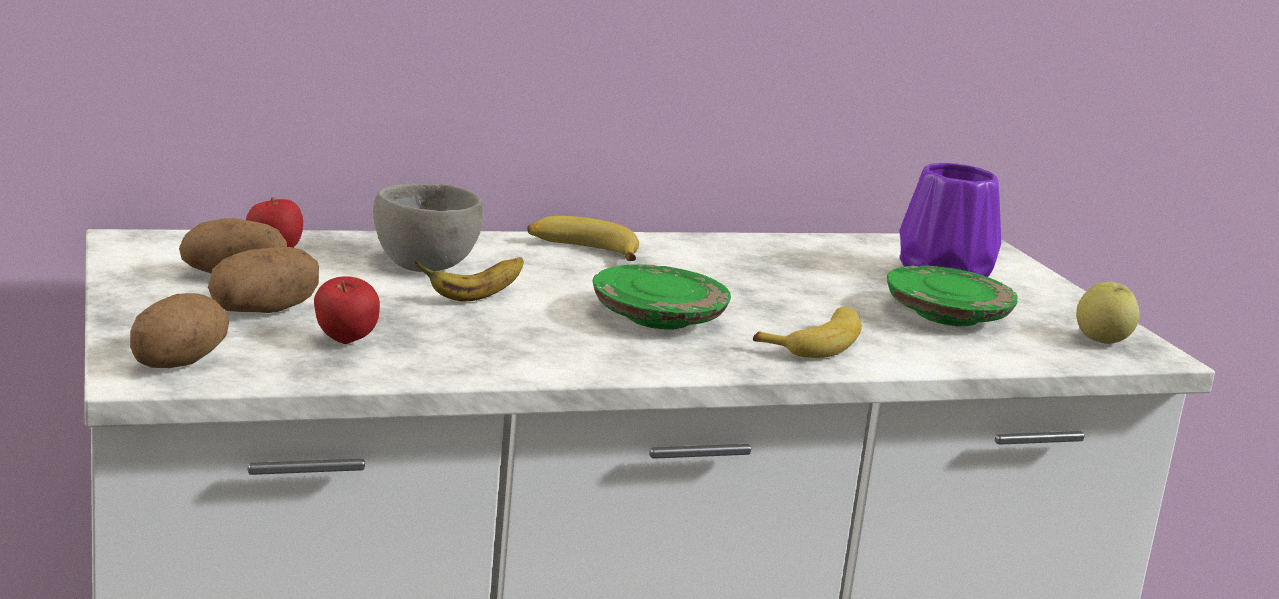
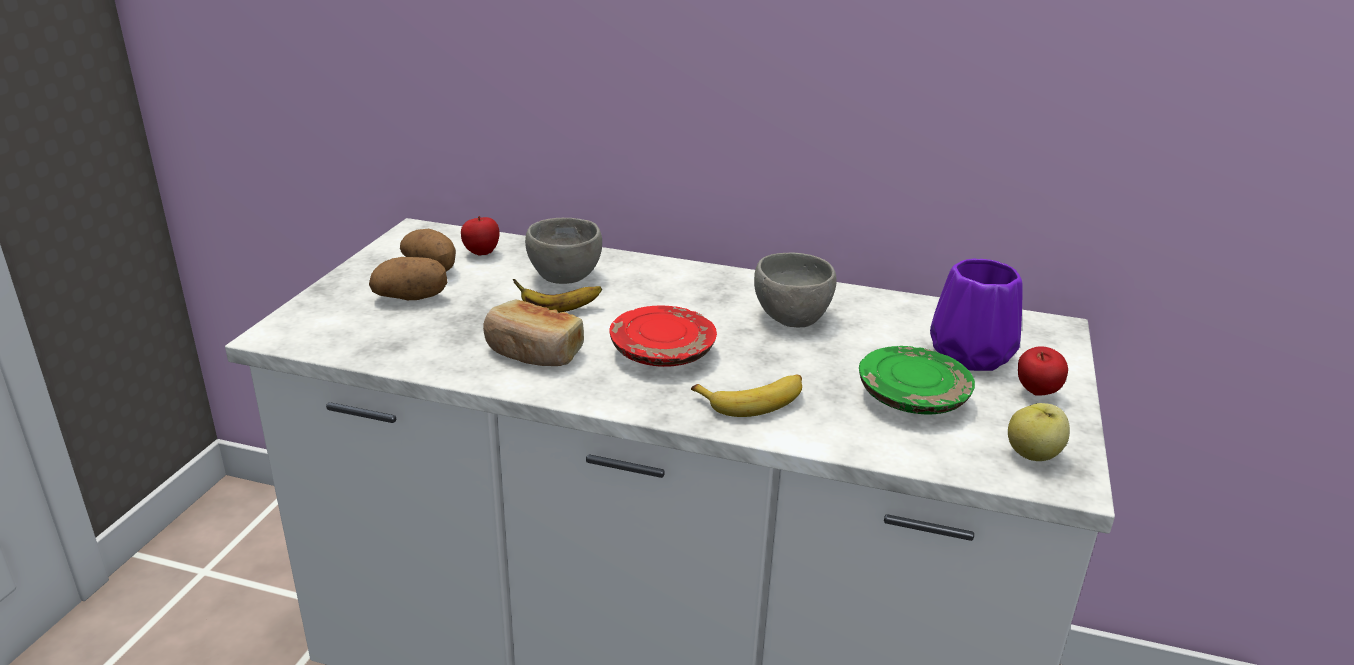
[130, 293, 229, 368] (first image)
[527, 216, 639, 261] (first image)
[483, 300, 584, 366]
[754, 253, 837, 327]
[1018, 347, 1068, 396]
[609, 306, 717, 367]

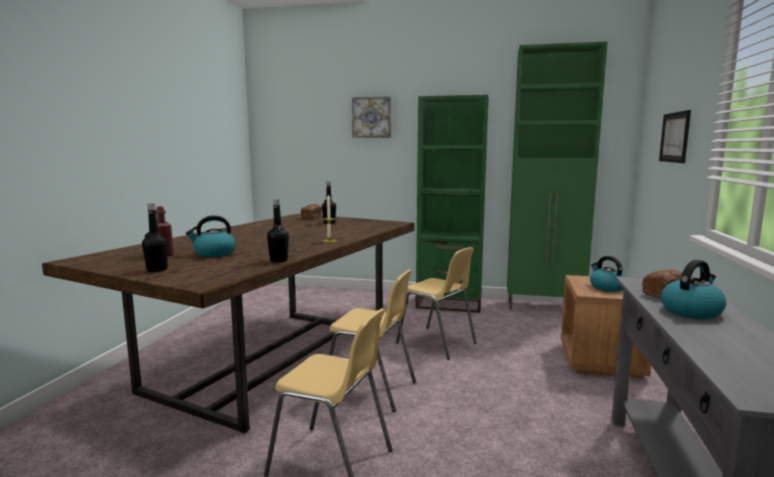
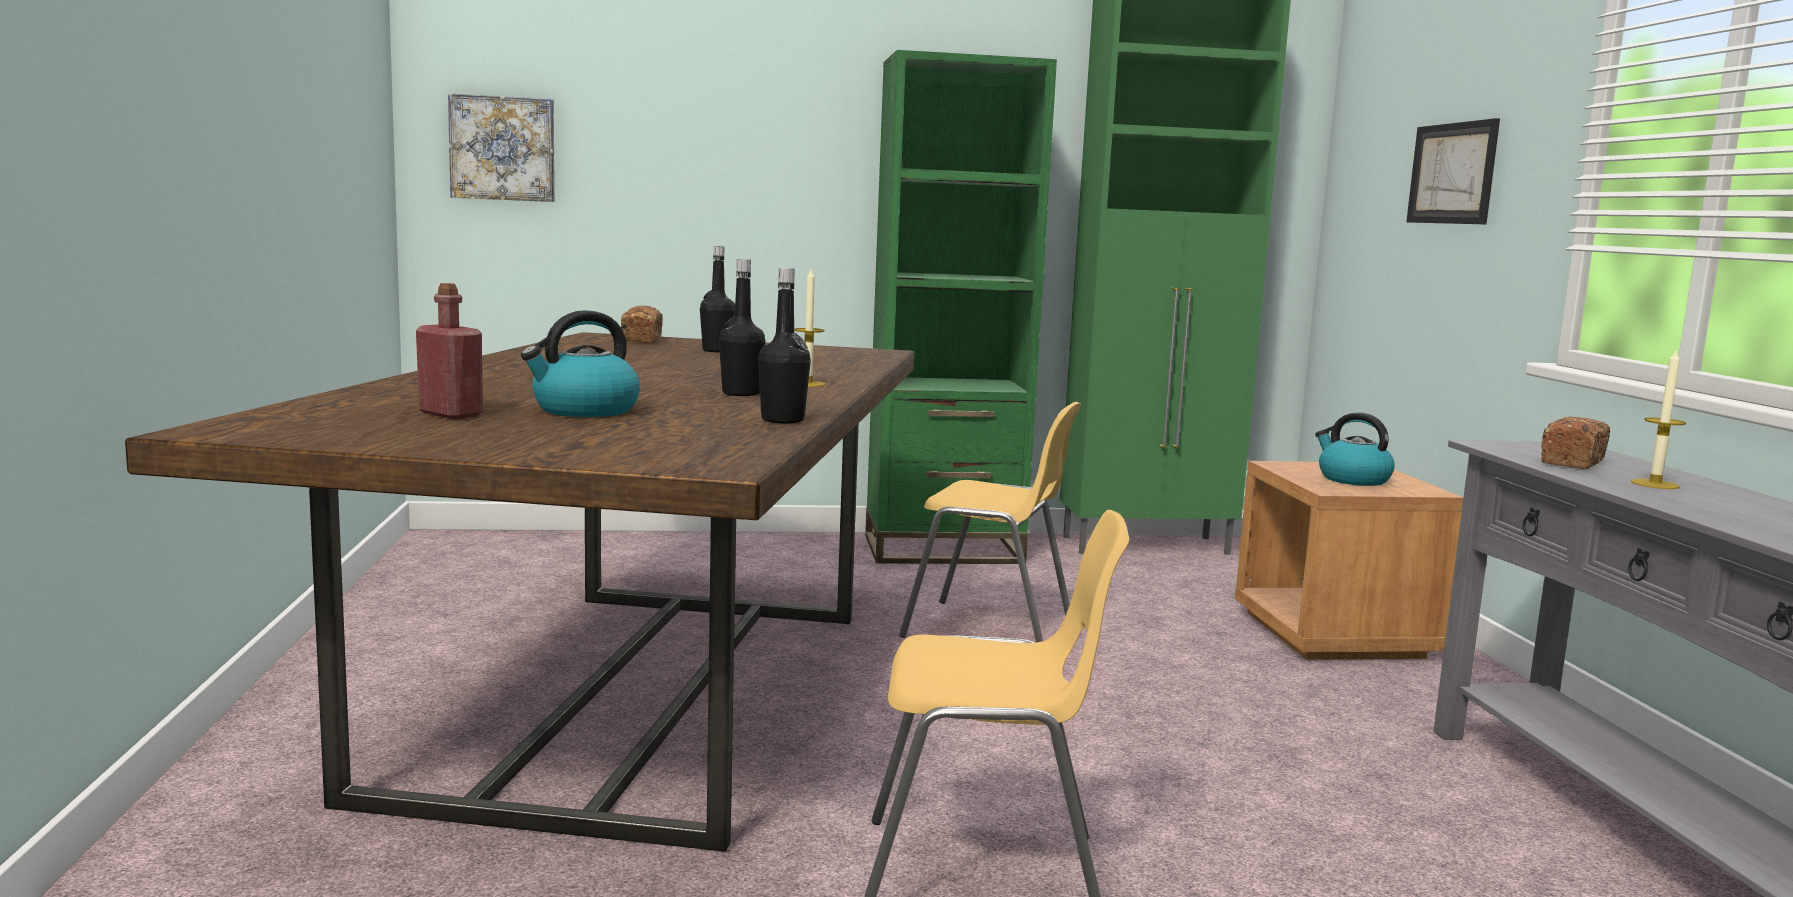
[329, 269, 416, 412] (first image)
[719, 259, 766, 396]
[448, 93, 555, 202]
[1631, 348, 1686, 489]

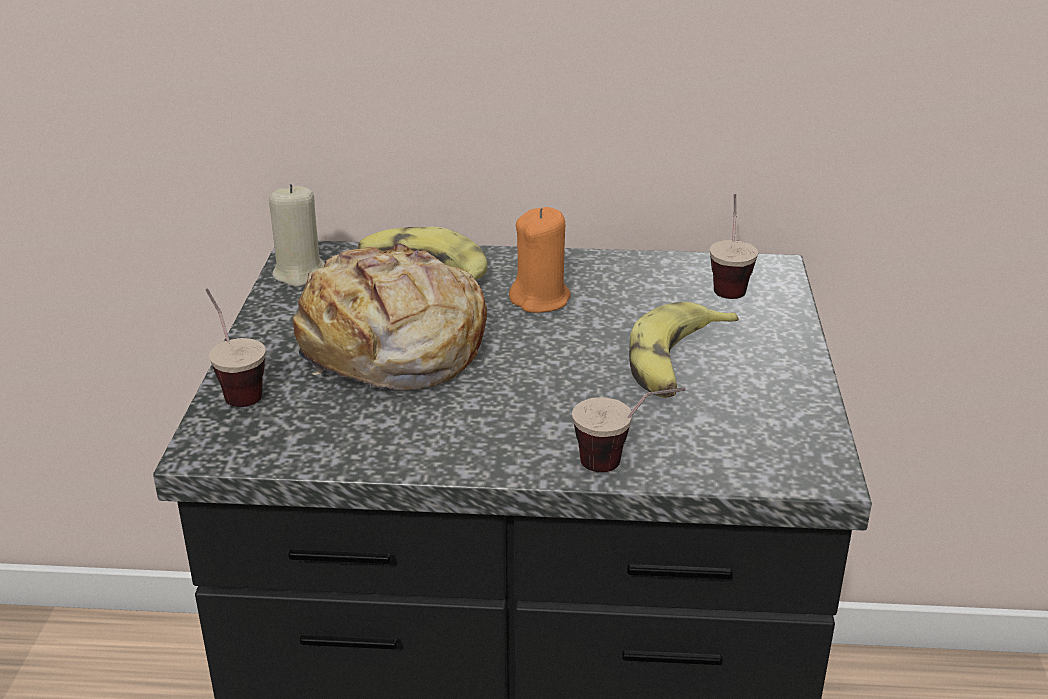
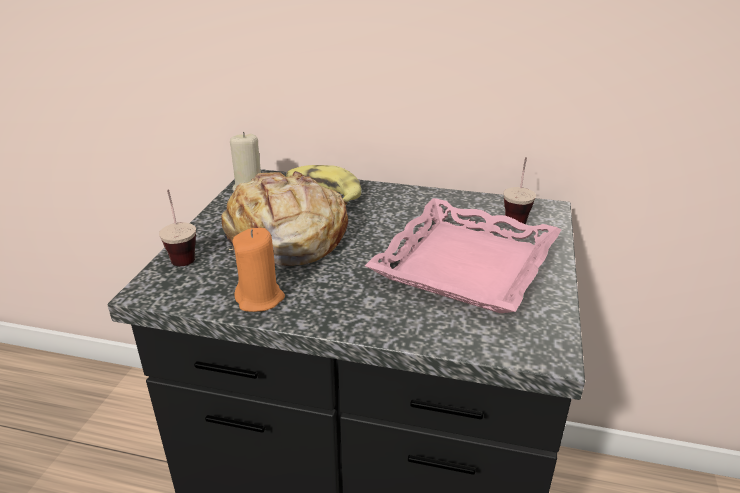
[572, 387, 685, 472] (first image)
[233, 228, 285, 312]
[365, 198, 562, 313]

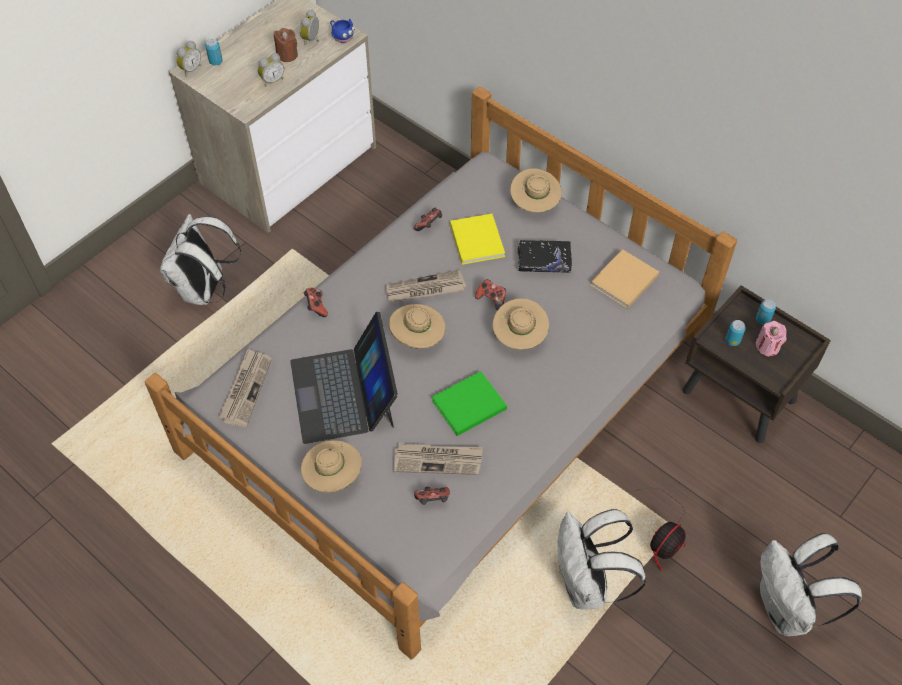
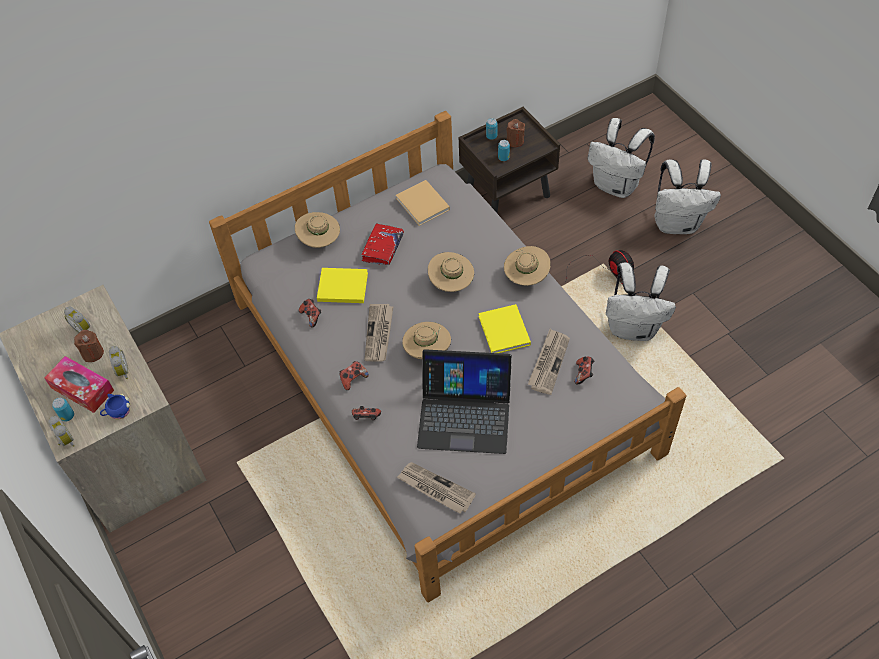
[45, 356, 114, 413]
[588, 118, 655, 198]
[504, 246, 551, 286]
[100, 394, 130, 419]
[339, 361, 369, 390]
[478, 304, 531, 353]
[361, 223, 404, 265]
[506, 119, 525, 147]

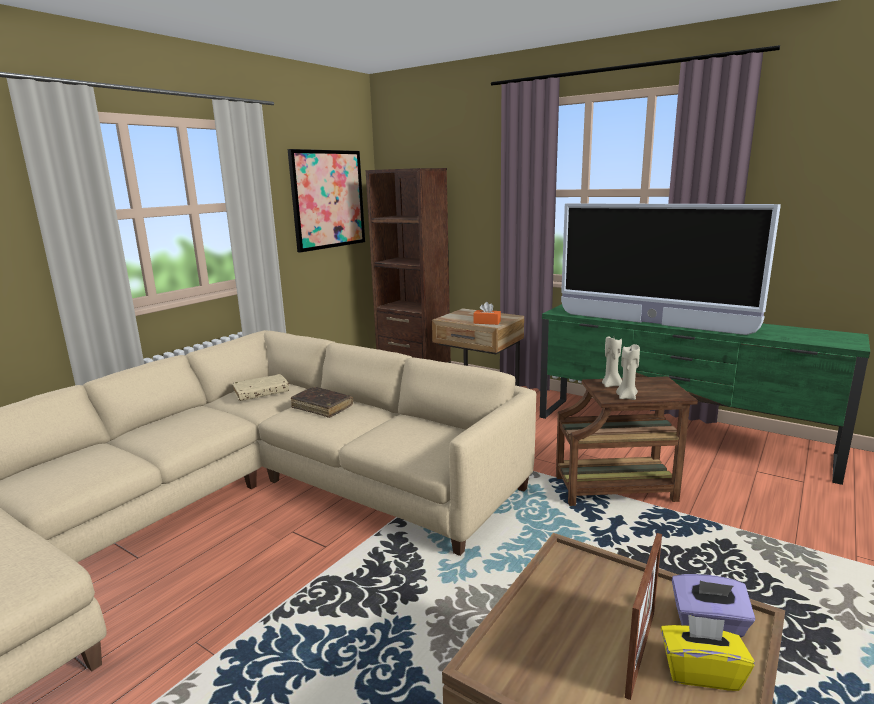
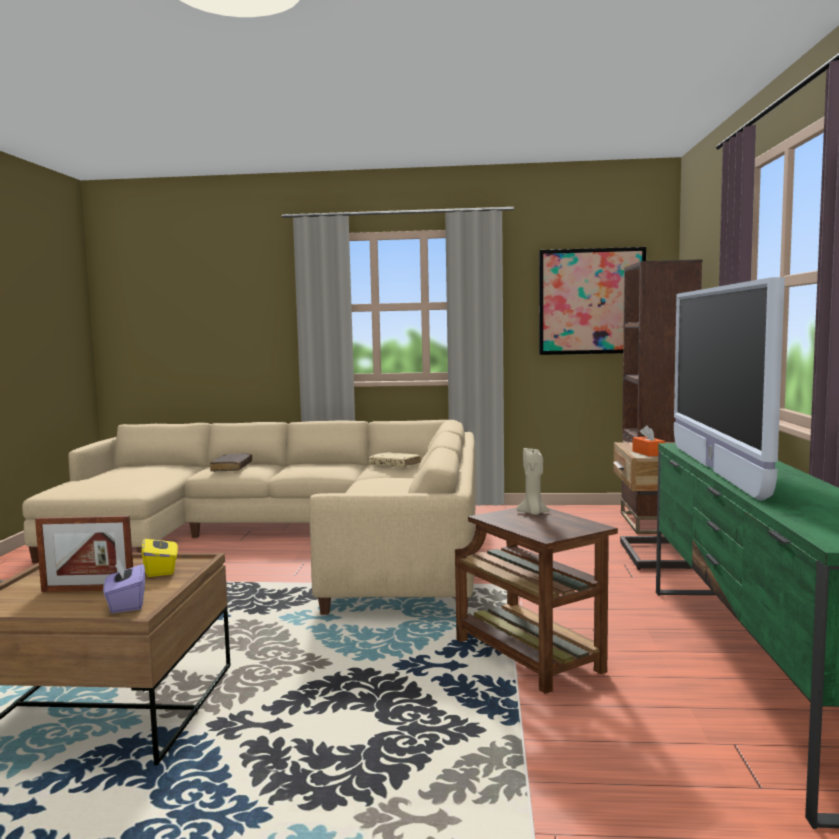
[616, 344, 640, 400] (first image)
[210, 453, 252, 472]
[142, 528, 178, 577]

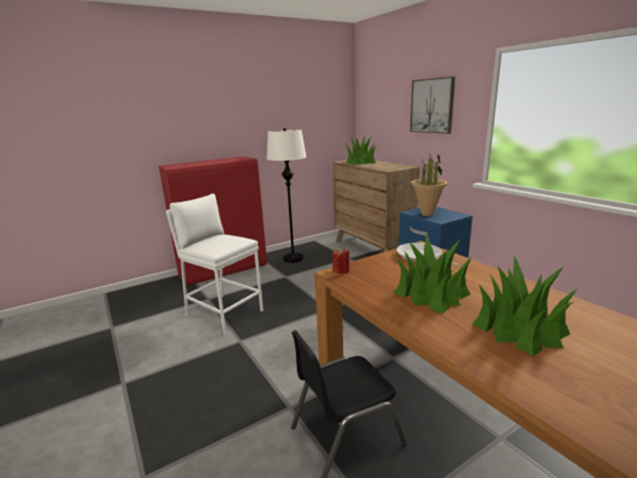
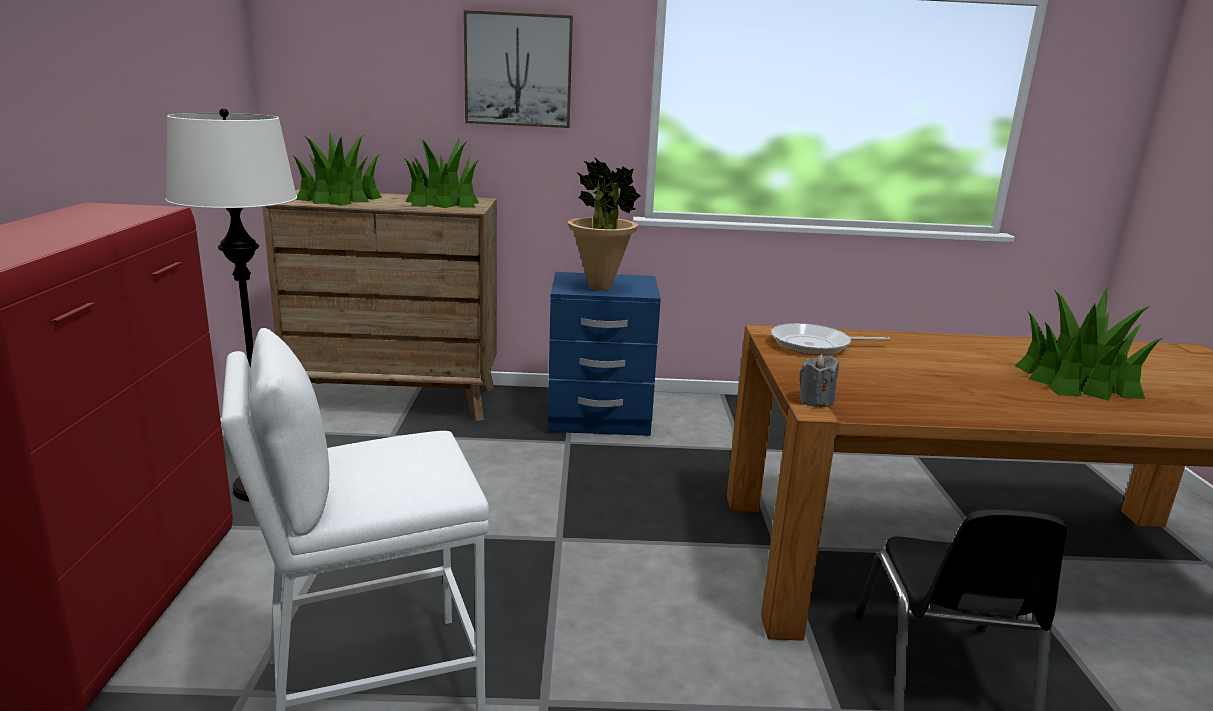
[404, 137, 479, 208]
[799, 354, 839, 408]

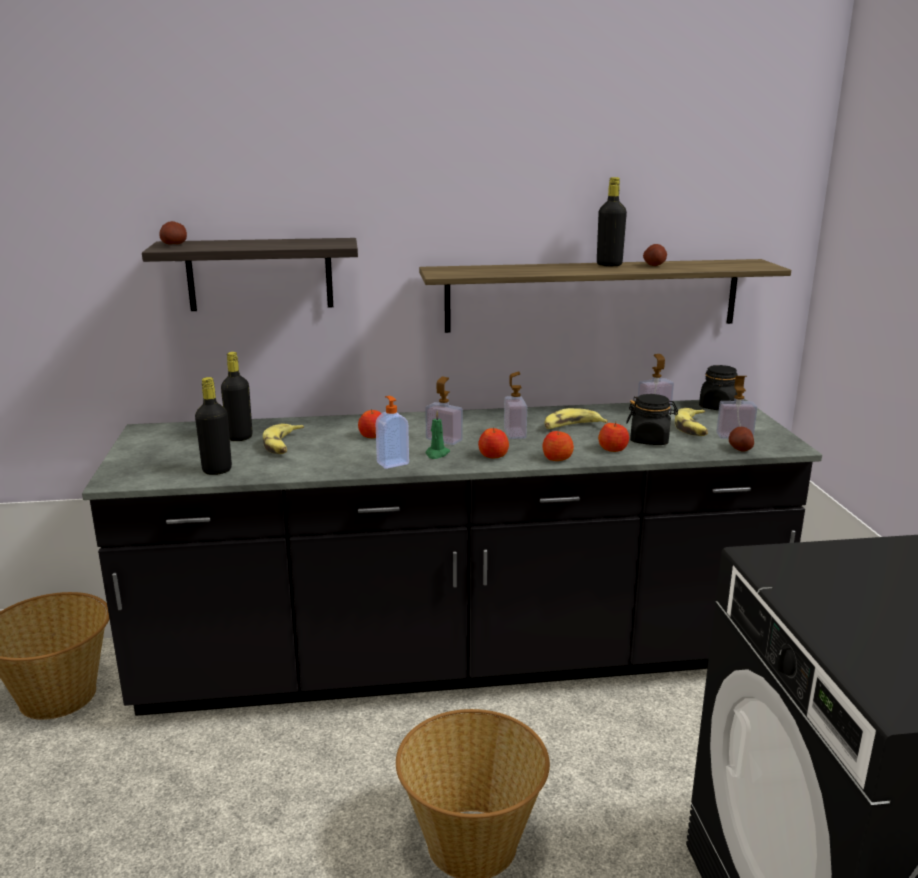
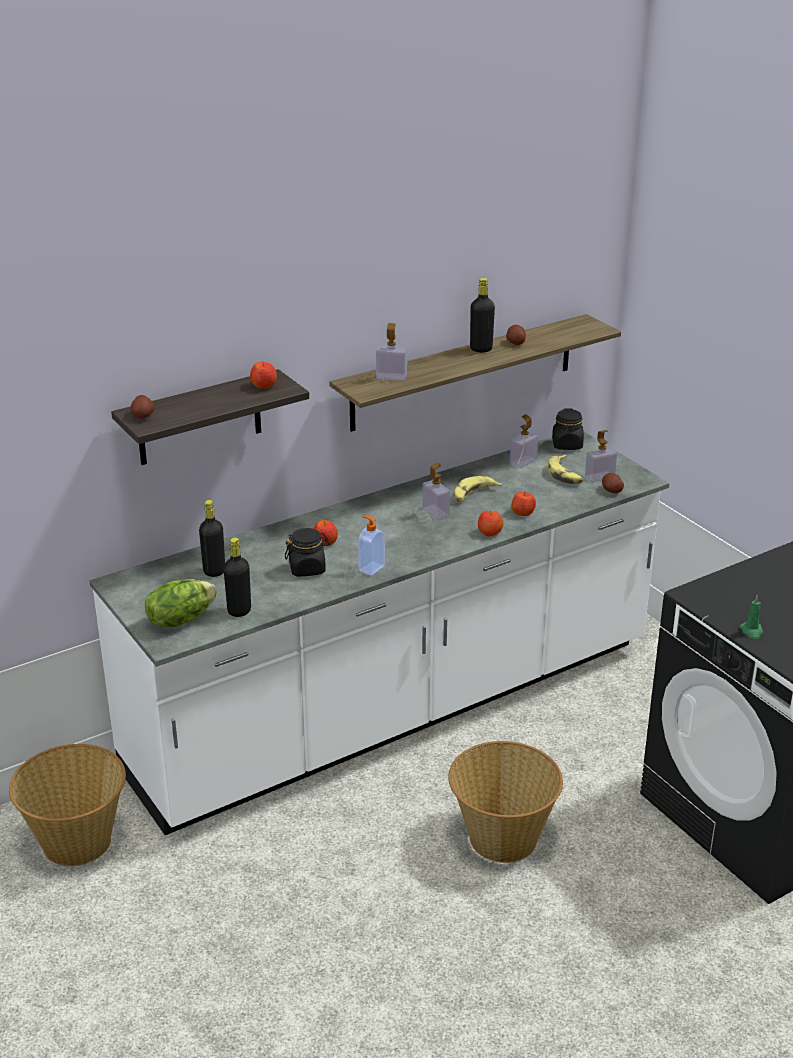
[263, 424, 304, 454] (first image)
[145, 579, 217, 628]
[376, 323, 407, 381]
[740, 595, 763, 639]
[250, 362, 277, 389]
[285, 528, 329, 576]
[90, 432, 669, 835]

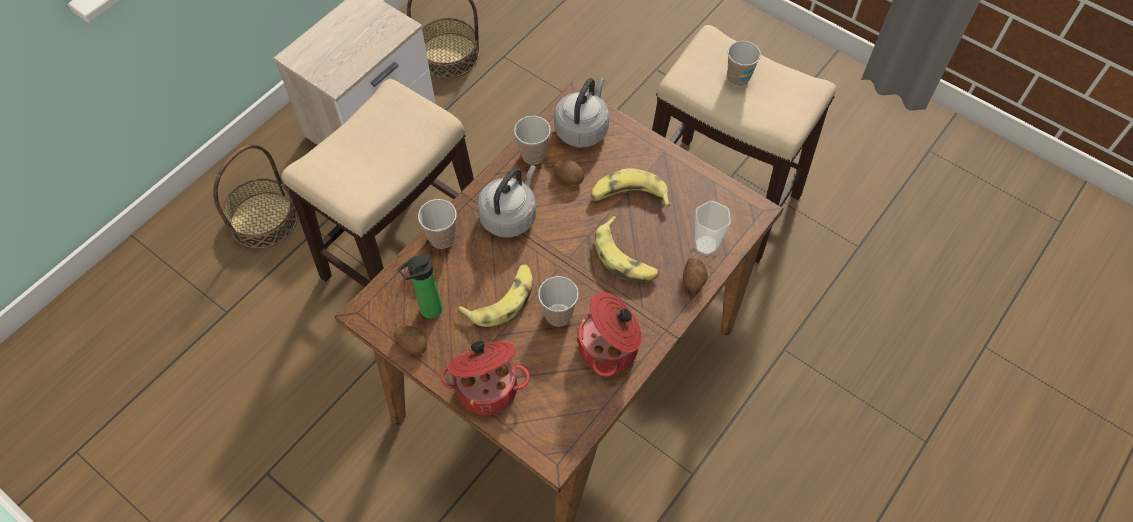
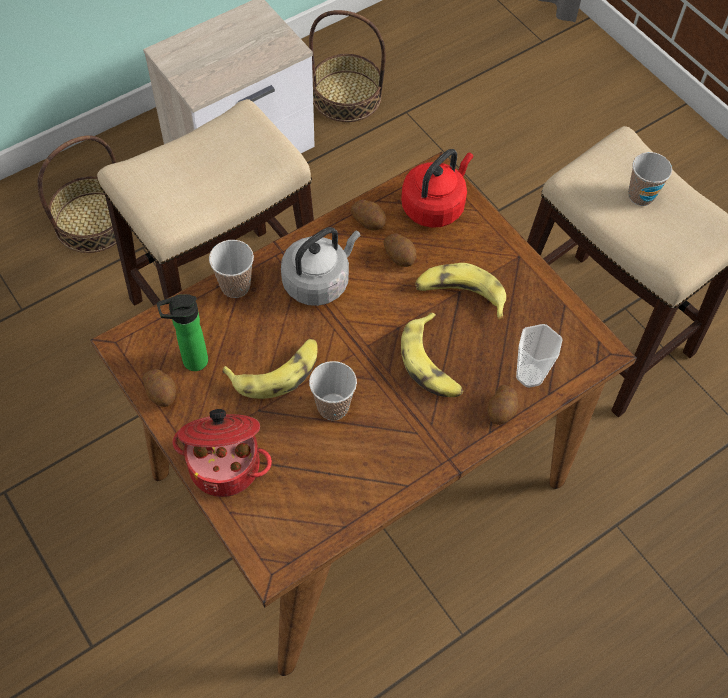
[576, 292, 641, 377] (first image)
[351, 199, 386, 230]
[401, 149, 473, 228]

